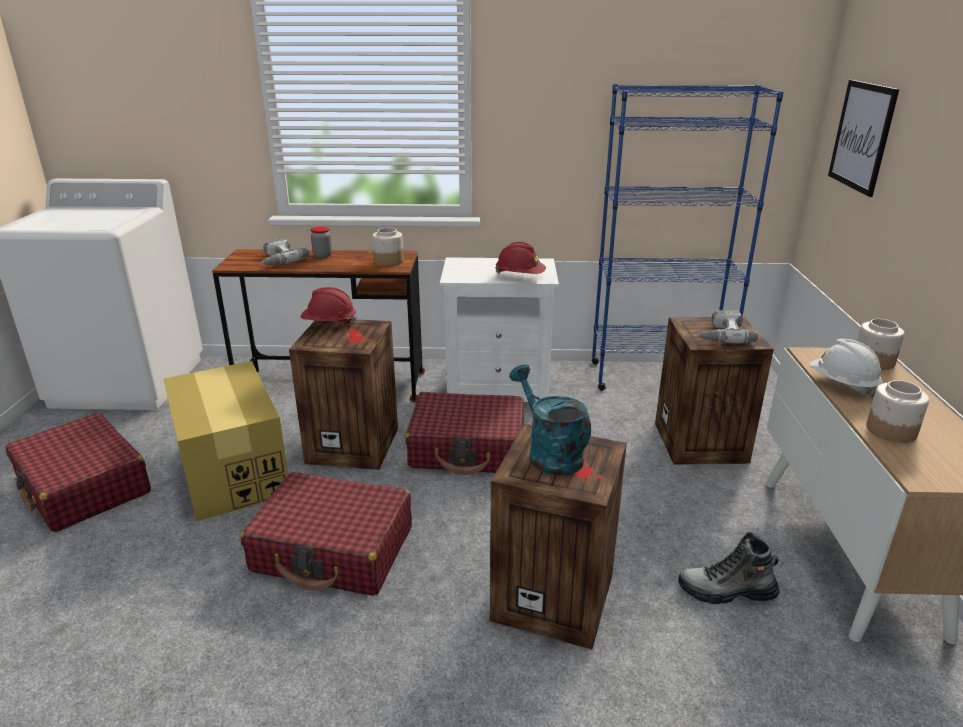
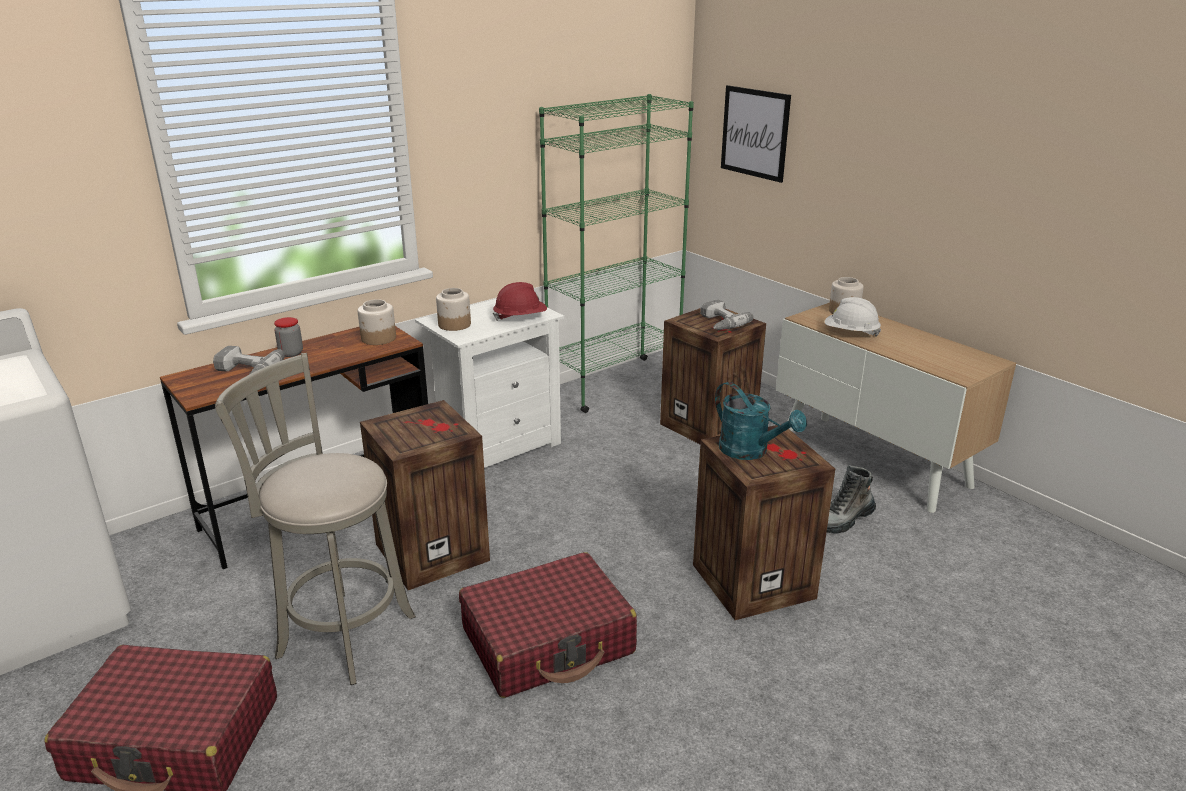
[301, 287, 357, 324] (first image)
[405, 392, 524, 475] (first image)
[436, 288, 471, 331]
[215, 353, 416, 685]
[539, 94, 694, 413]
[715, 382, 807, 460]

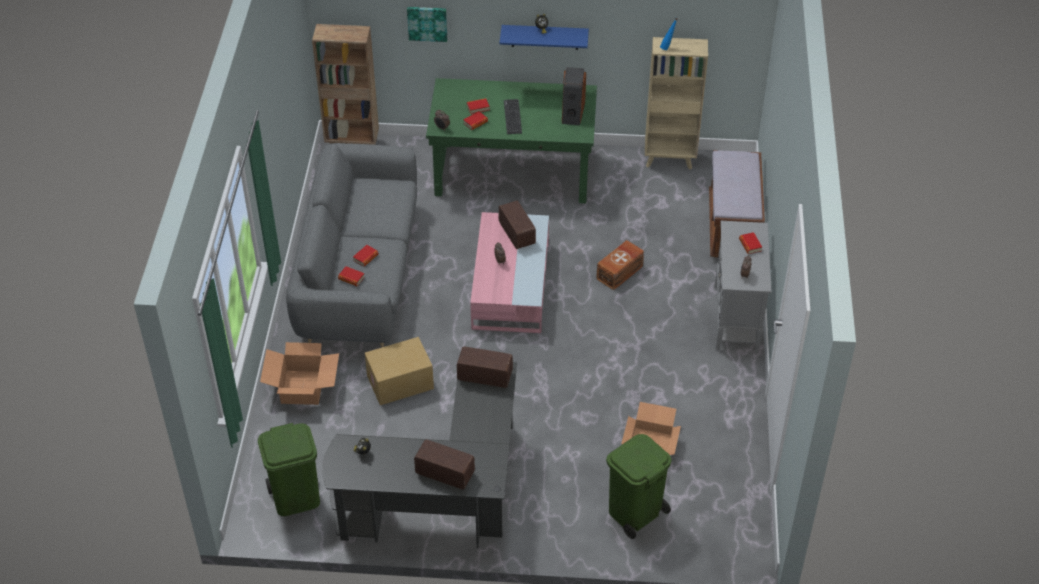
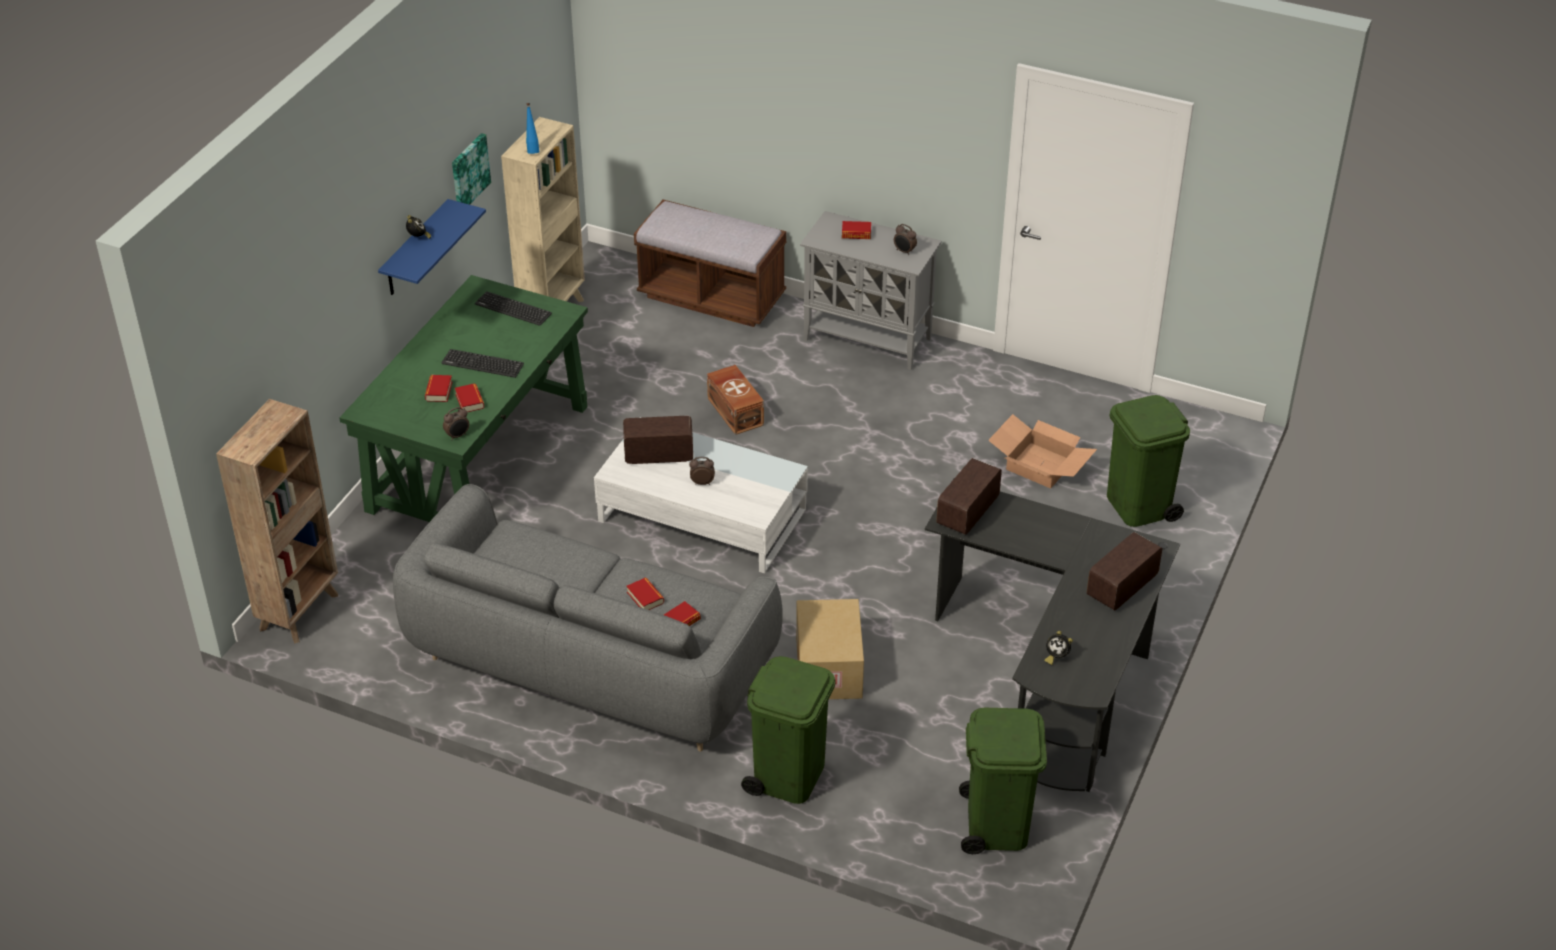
[452, 133, 491, 205]
[741, 656, 836, 804]
[475, 291, 552, 326]
[594, 417, 808, 574]

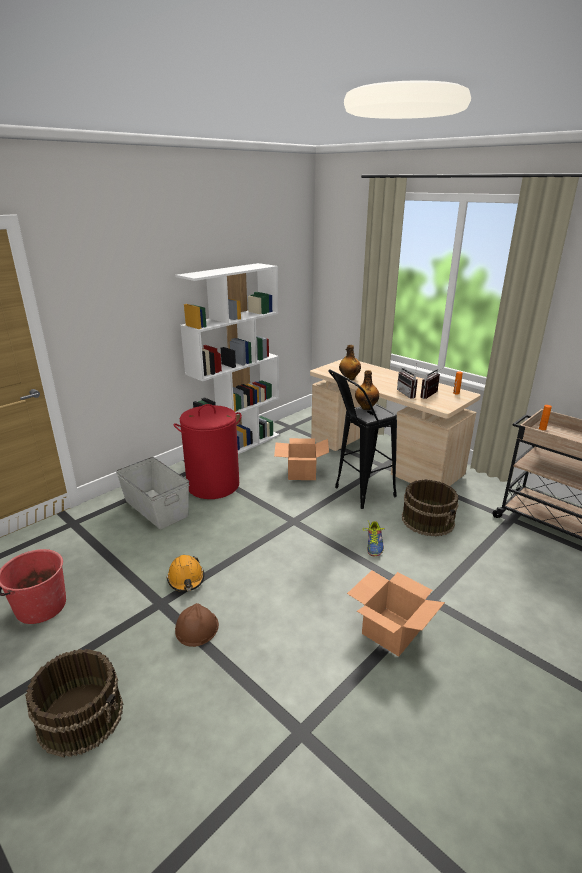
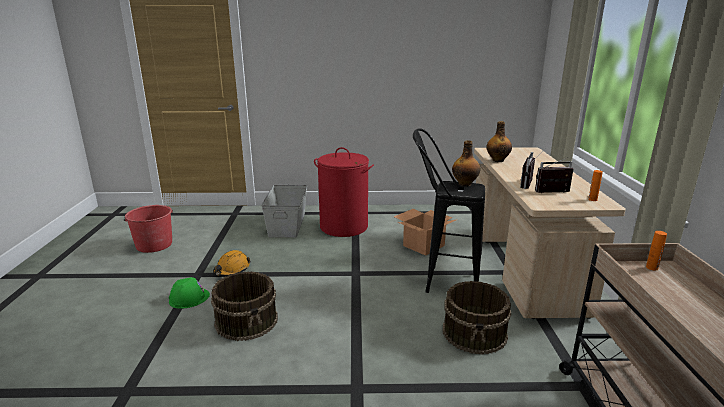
[175, 263, 280, 454] (first image)
[347, 570, 445, 657] (first image)
[363, 521, 385, 556] (first image)
[211, 272, 278, 341]
[169, 277, 210, 309]

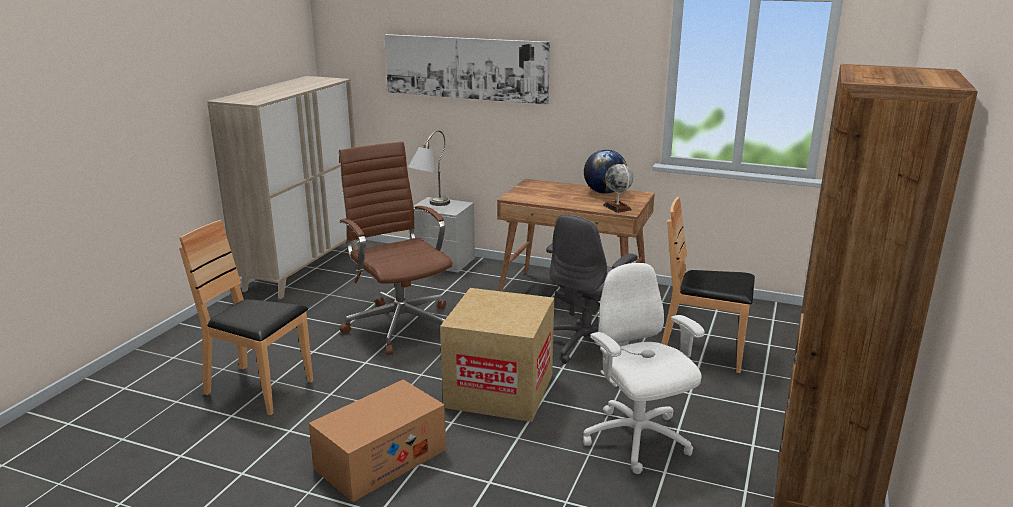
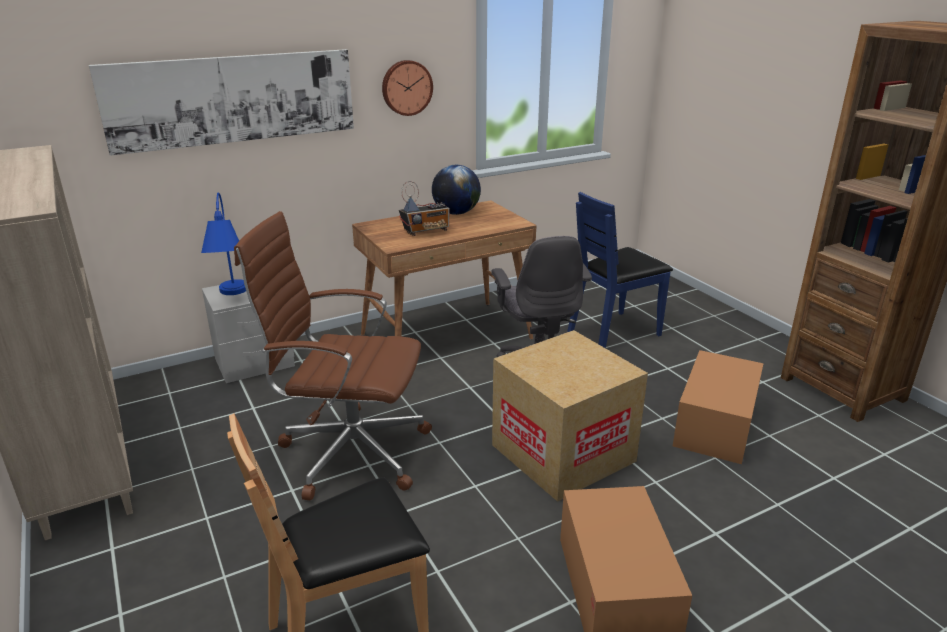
[603, 164, 633, 213] (first image)
[382, 60, 433, 116]
[399, 181, 449, 236]
[673, 350, 764, 464]
[201, 193, 246, 295]
[567, 192, 673, 348]

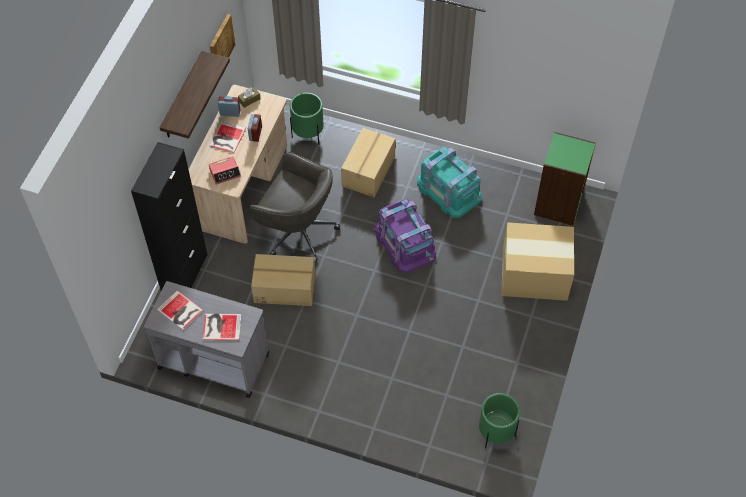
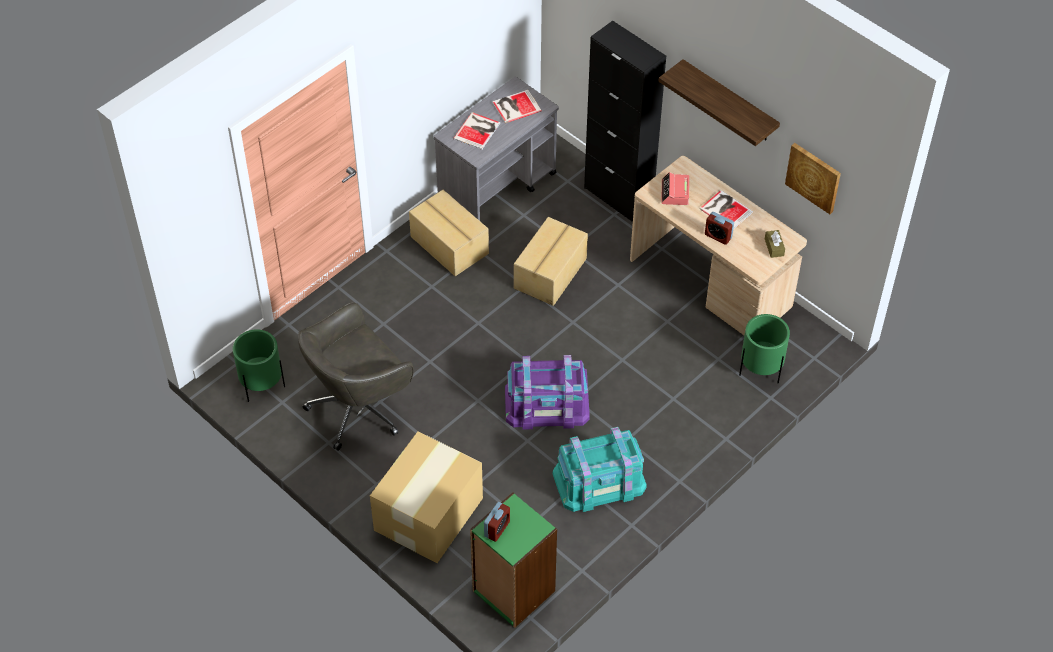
[484, 502, 510, 542]
[298, 302, 414, 451]
[409, 190, 489, 276]

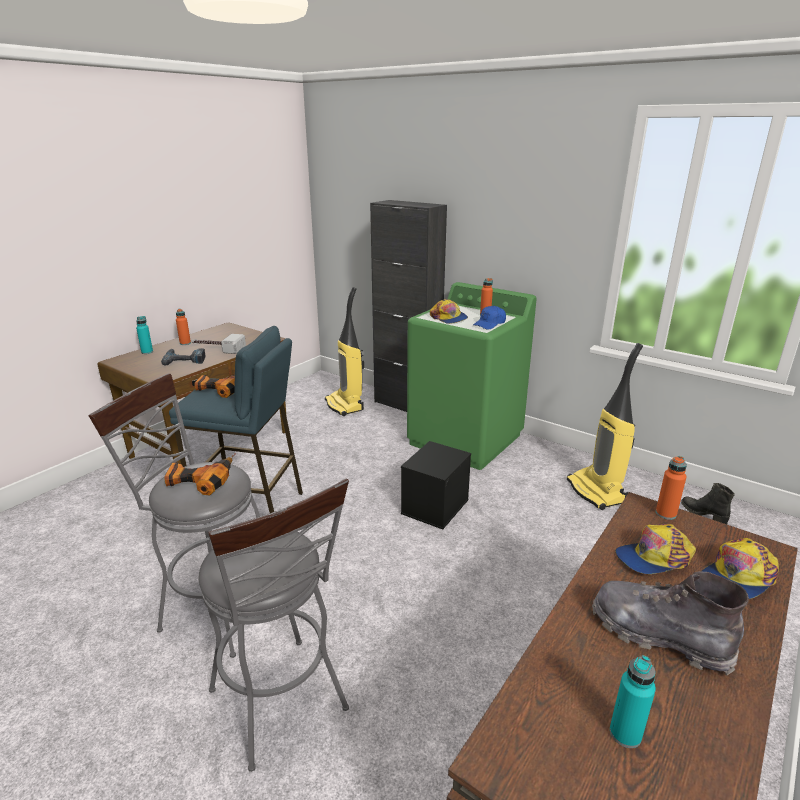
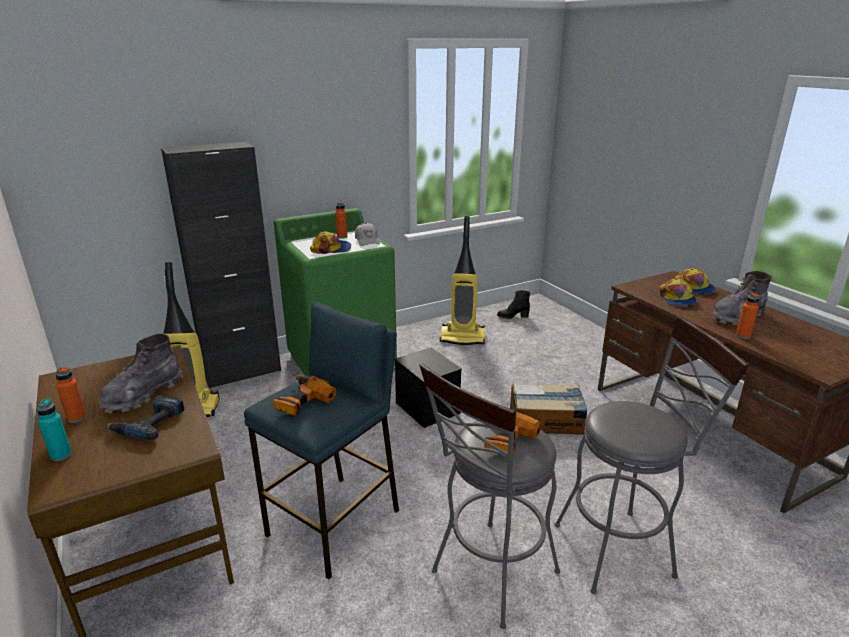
[610, 655, 656, 748] (first image)
[510, 384, 588, 434]
[736, 292, 760, 339]
[99, 334, 183, 414]
[355, 223, 380, 246]

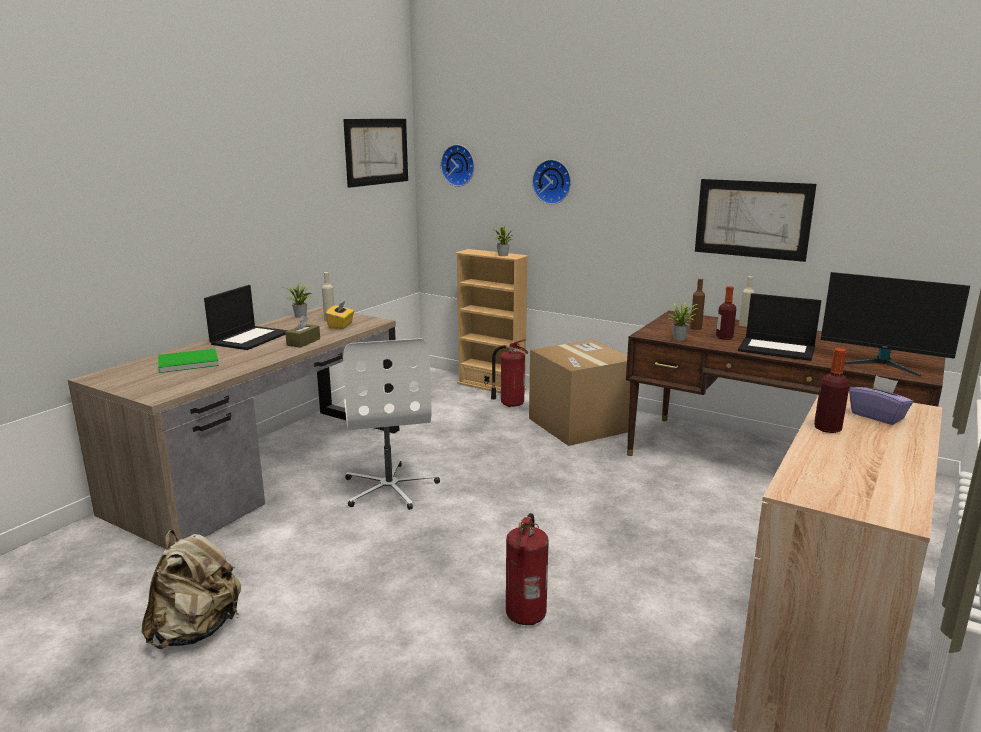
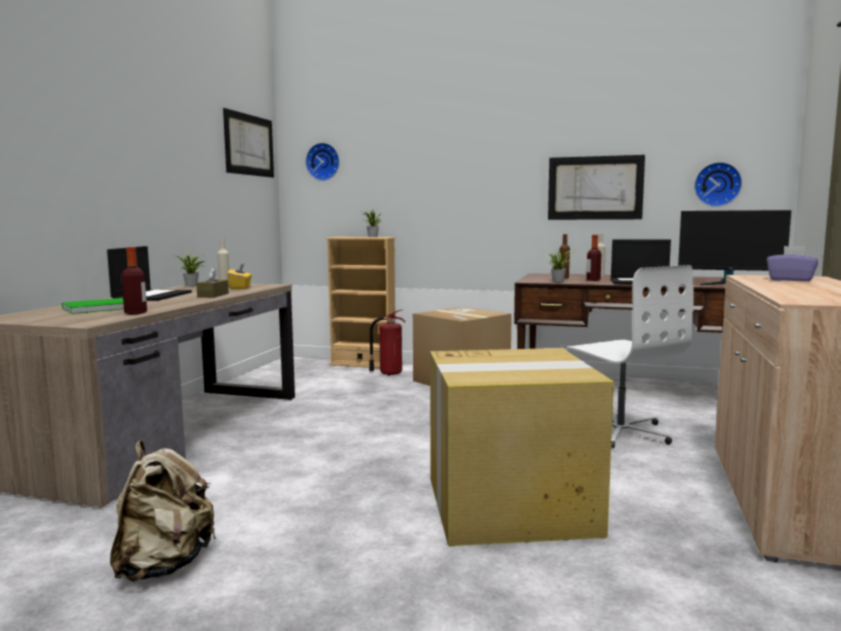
[565, 265, 694, 449]
[694, 162, 742, 207]
[121, 247, 147, 314]
[430, 348, 614, 546]

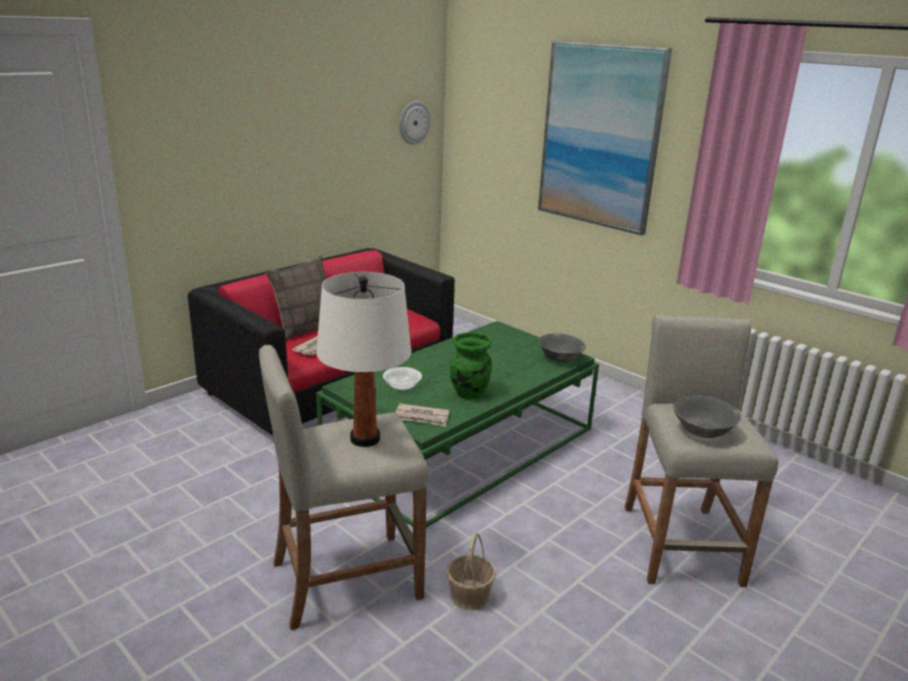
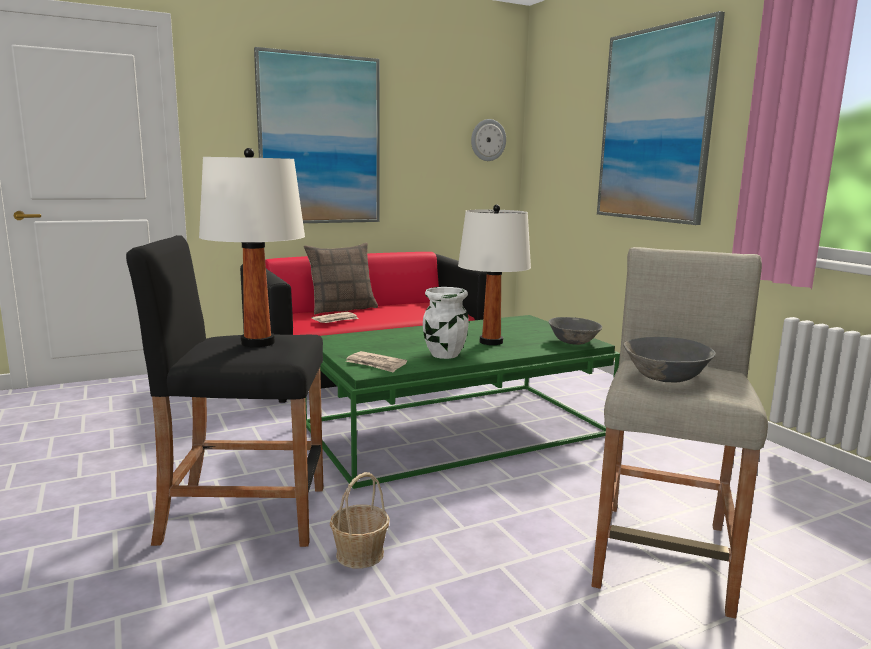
[383, 367, 422, 390] (first image)
[254, 47, 380, 223]
[458, 205, 531, 345]
[126, 235, 323, 547]
[423, 287, 469, 359]

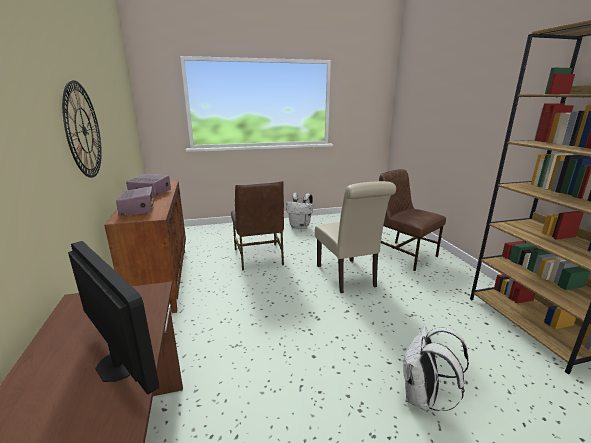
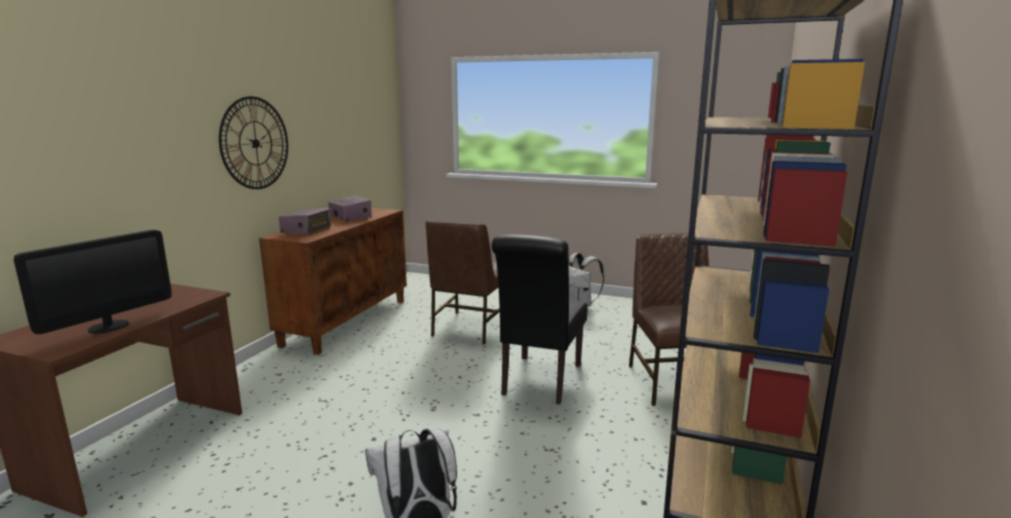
[492, 234, 588, 404]
[14, 230, 172, 334]

